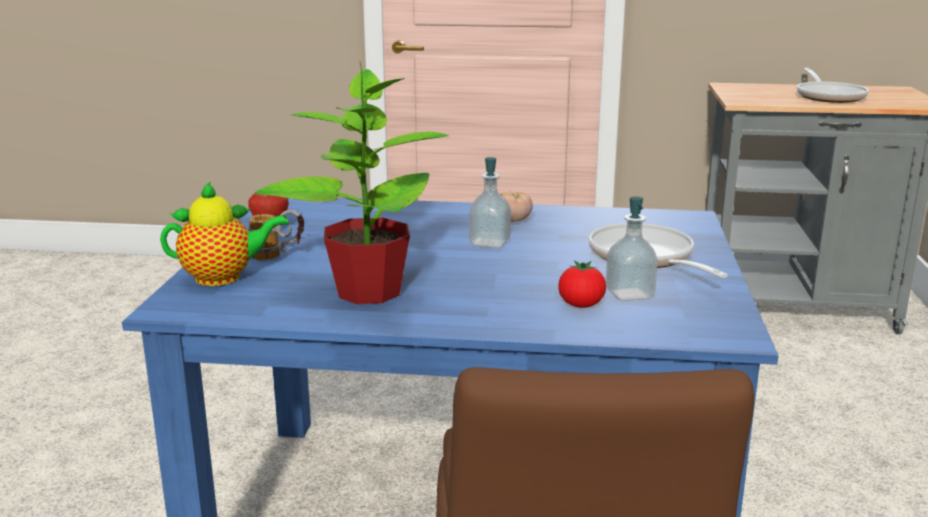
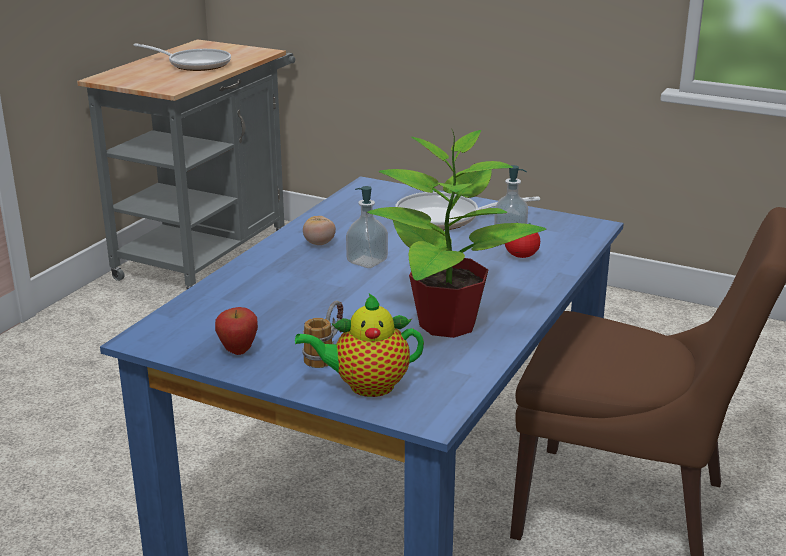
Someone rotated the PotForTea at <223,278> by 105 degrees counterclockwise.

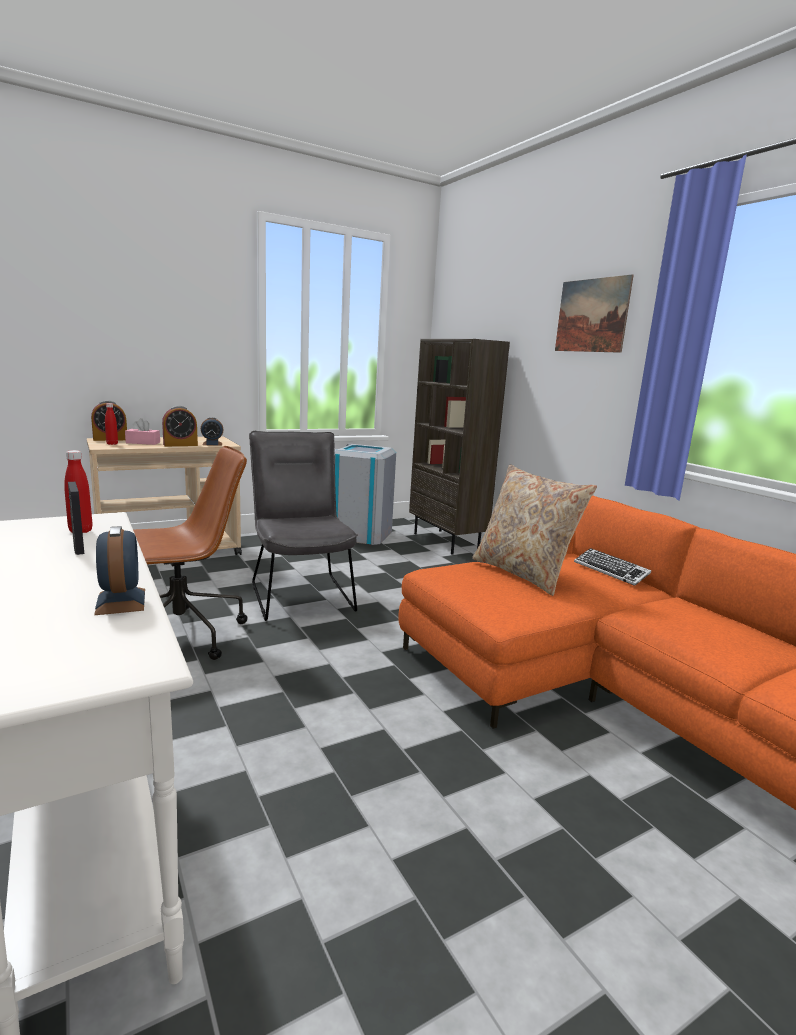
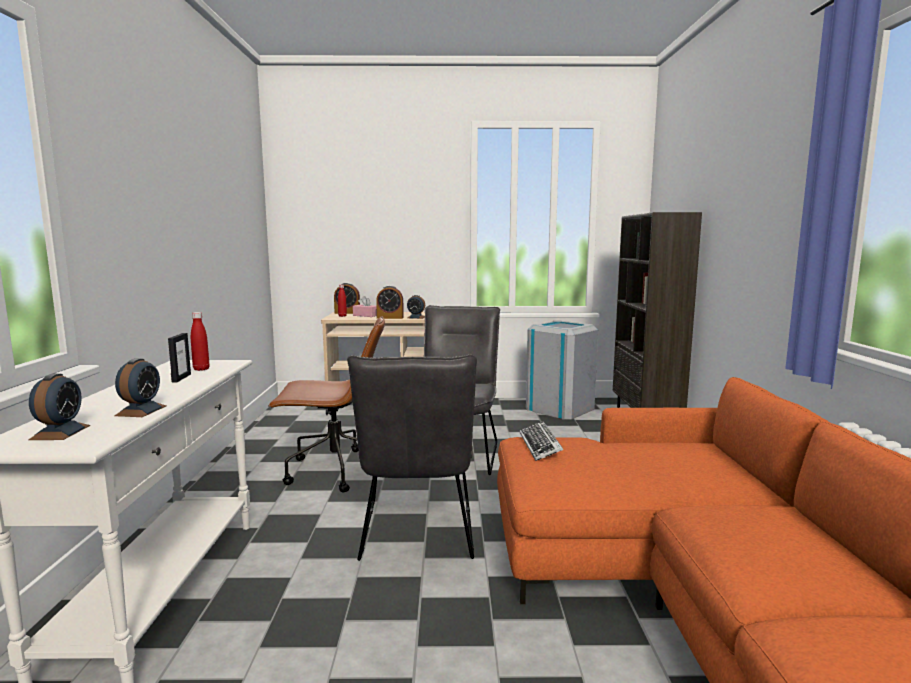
Someone took away the BeigeCushion at <523,573>.
Someone took away the WallArt at <591,315>.
Someone put down the TableClock at <60,432>.
Someone put down the GrayChair at <417,534>.
Someone carried the ComputerKeyboard from <610,571> to <540,445>.

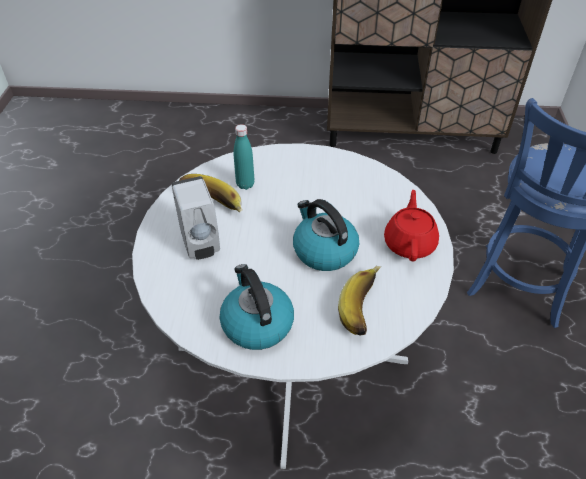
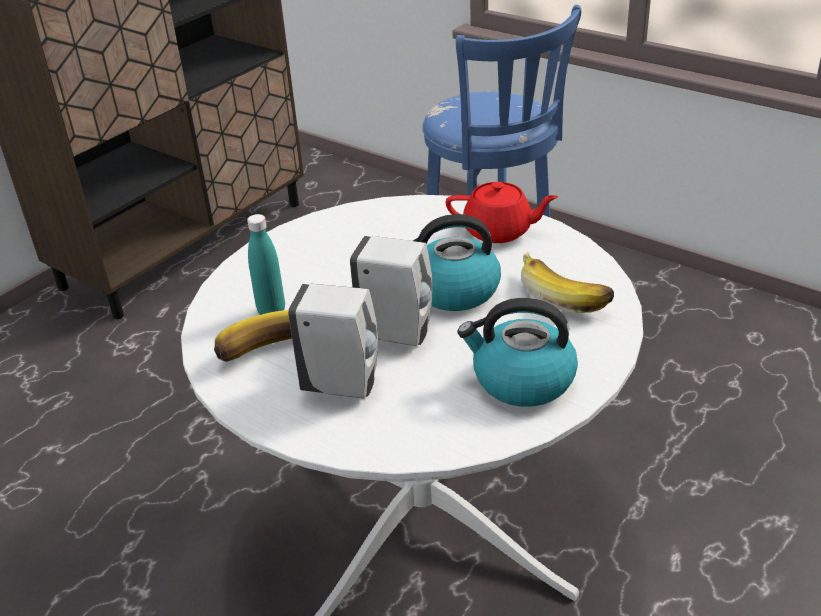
Someone put down the WhiteColouredSoapBottle at <399,334>.
Someone rotated the RedColouredPotForTea at <409,243> by 150 degrees clockwise.

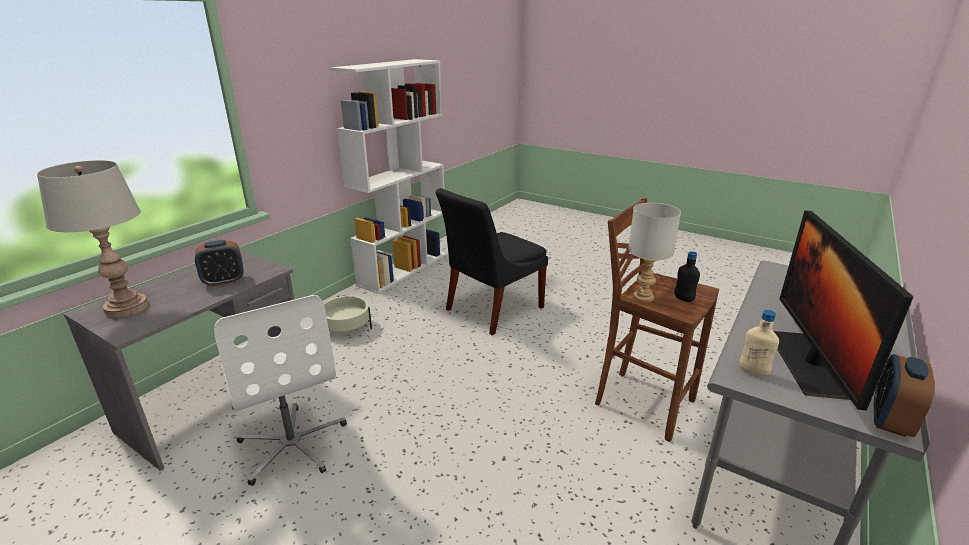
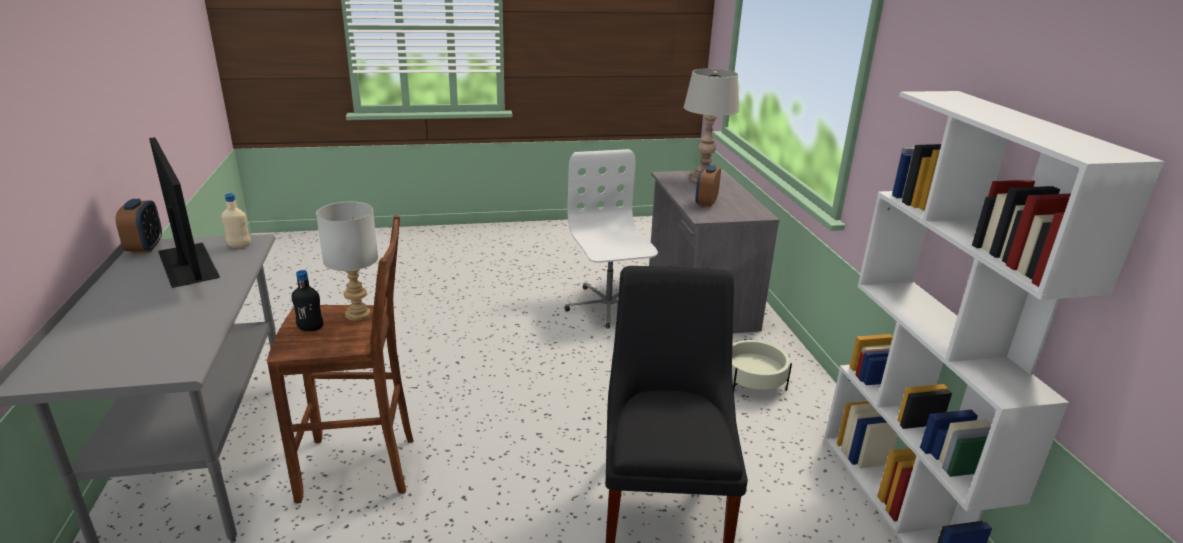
Someone rotated the WhiteColouredOfficeChair at <293,444> by 60 degrees clockwise.

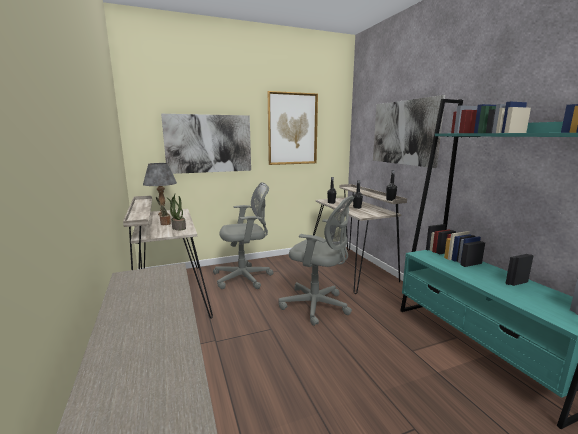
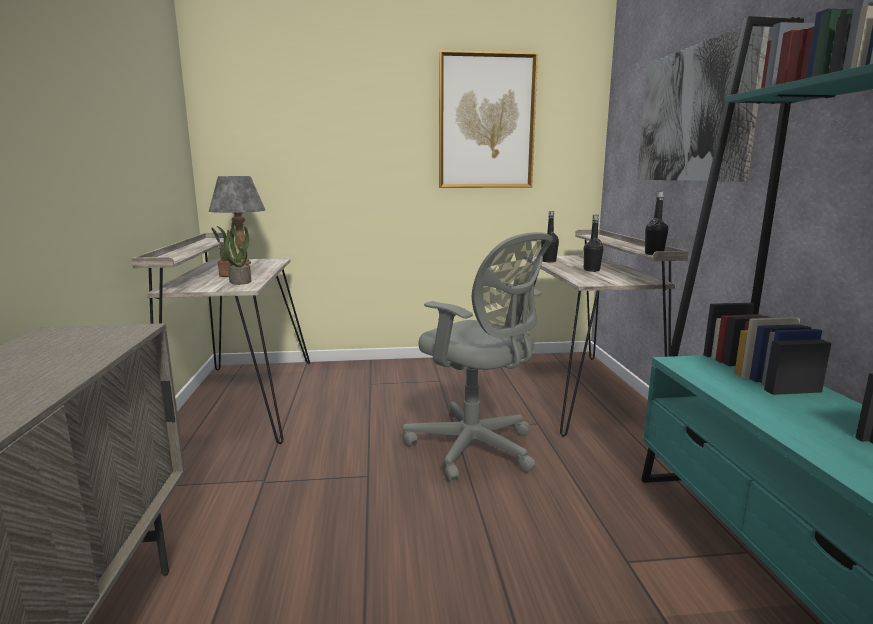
Someone took away the WallArt at <209,143>.
Someone took away the GrayOfficeChair at <245,278>.

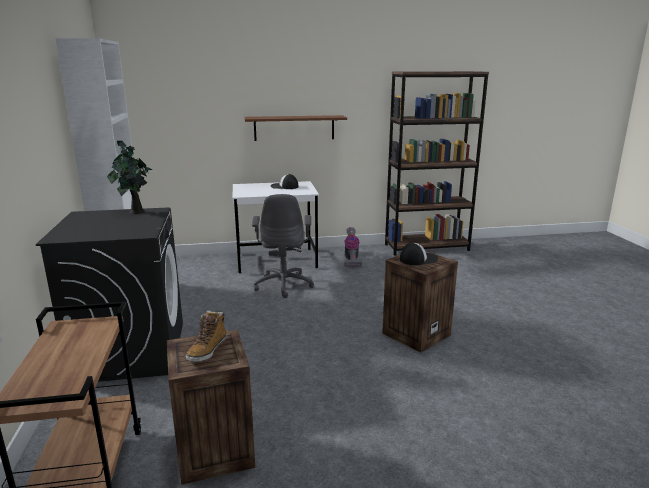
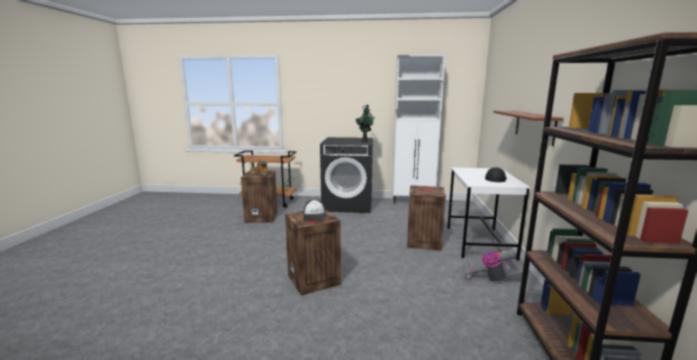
Someone swapped the GrayOfficeChair at <284,284> for the Crate at <423,241>.

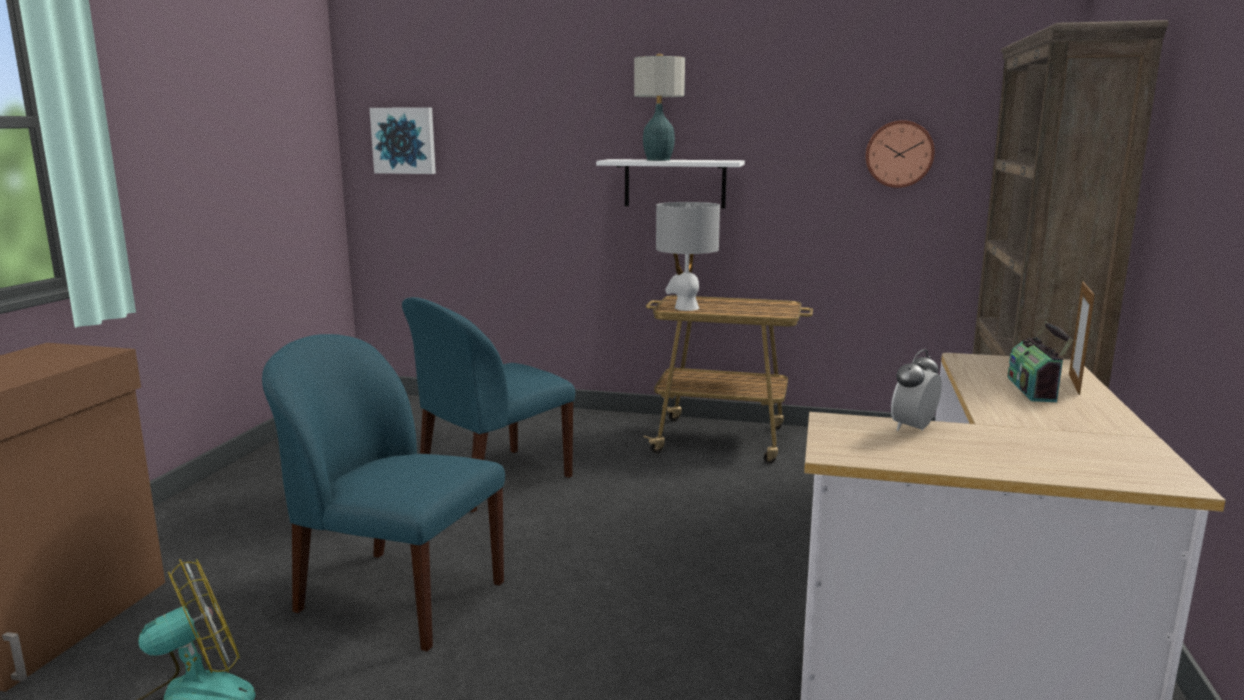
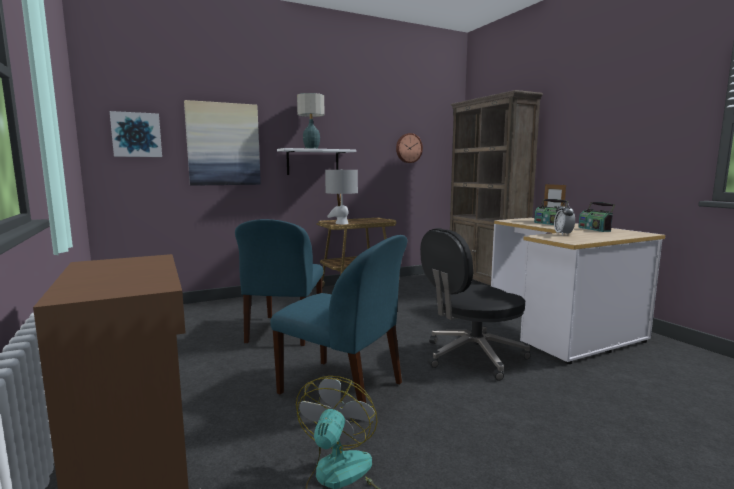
Someone put up the WallArt at <223,144>.
Someone put down the BlackishOfficeChair at <472,356>.
Someone put down the RadioReceiver at <595,229>.
Someone rotated the BlueChair at <397,597> by 135 degrees counterclockwise.

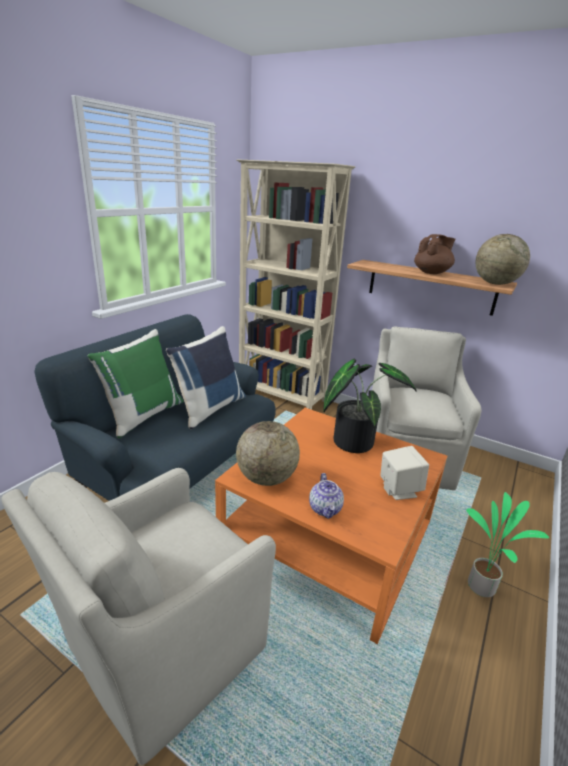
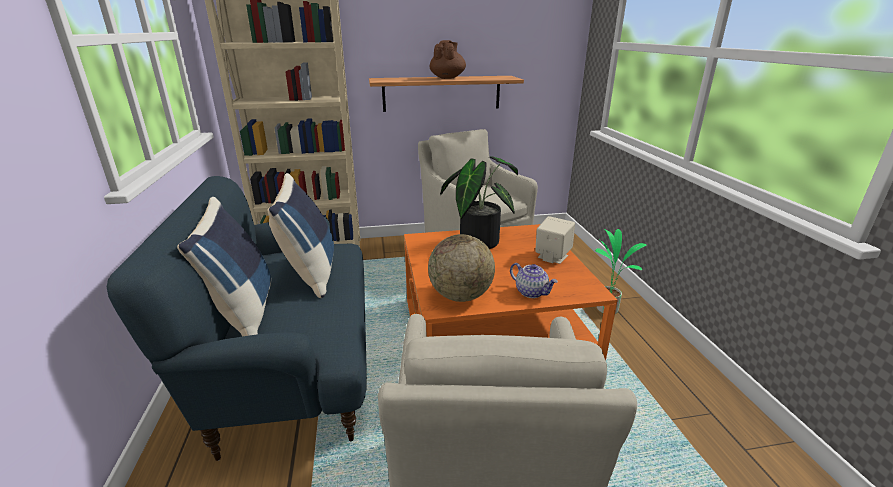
Someone took away the Globe at <495,283>.
Someone repainted the GreenColouredCushion at <143,415>, which became the BlueCushion at <243,311>.

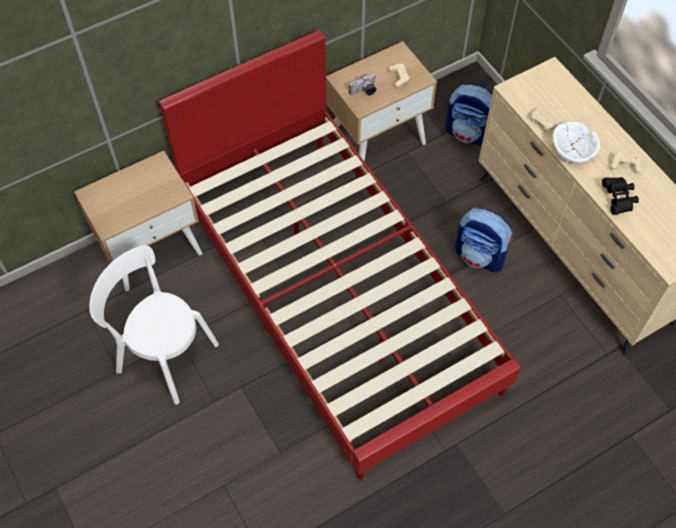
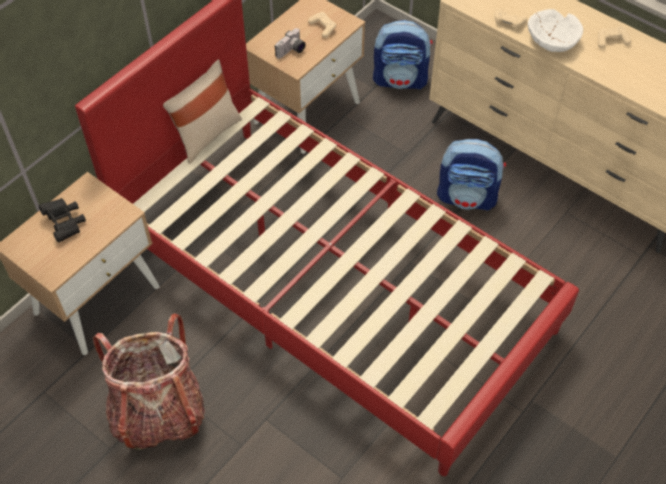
Someone put down the BeigeCushion at <205,134>.
Someone carried the BlackishFieldGlasses from <618,199> to <65,223>.
Someone swapped the WhiteColouredChair at <163,355> for the Rucksack at <158,413>.

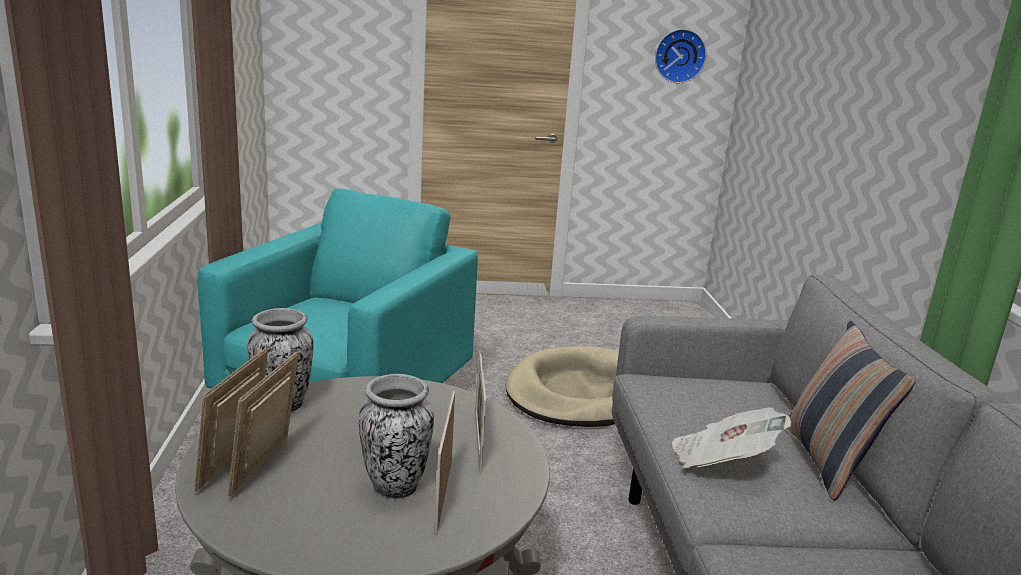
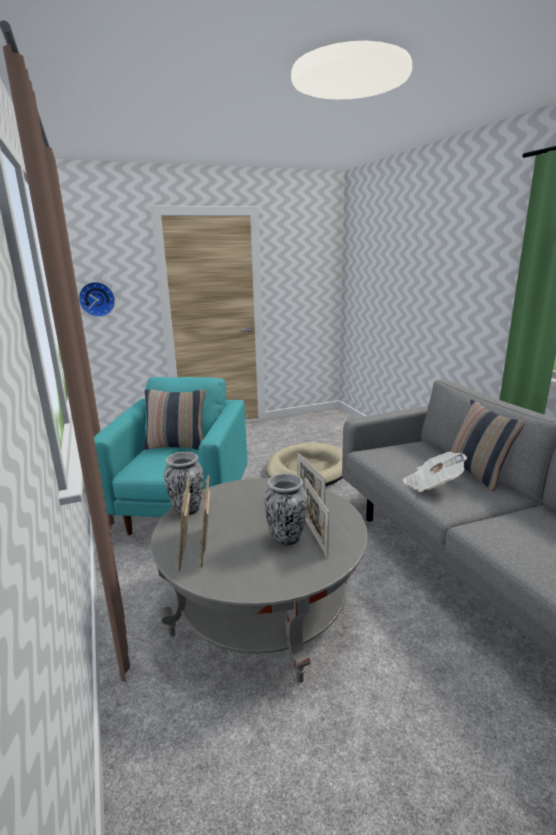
Someone put down the Cushion at <177,446>.
Someone carried the WallClock from <679,56> to <97,299>.

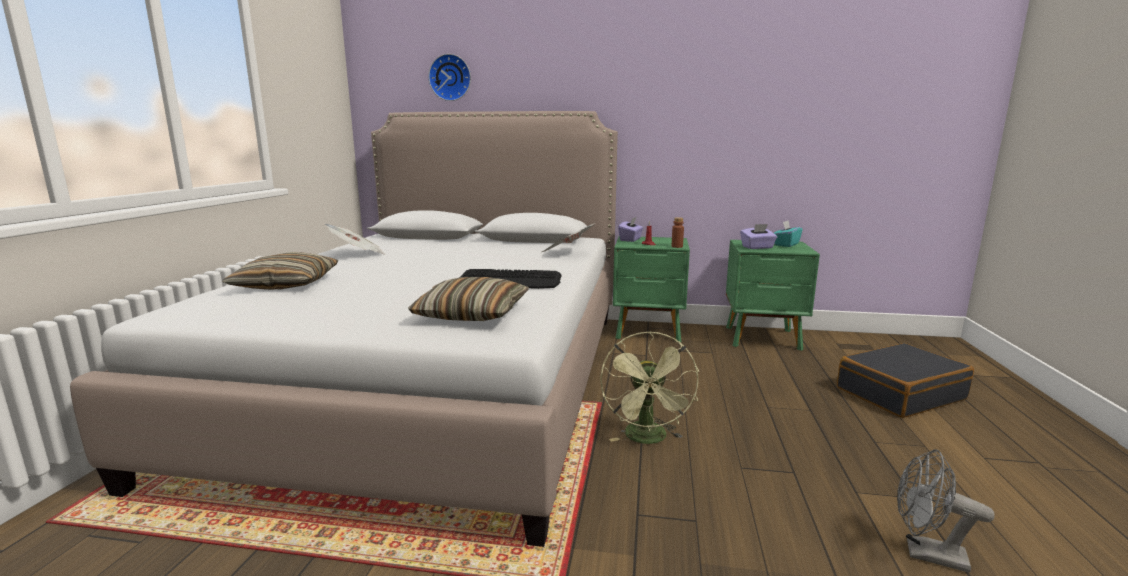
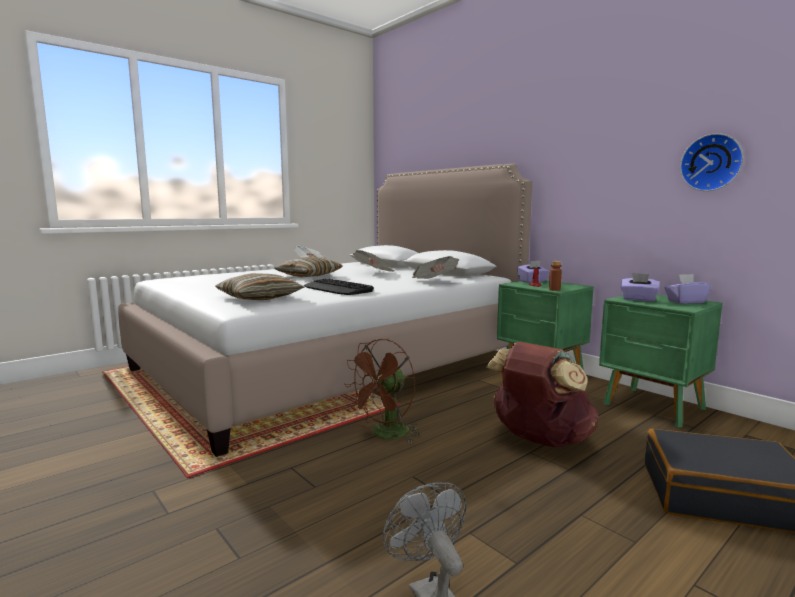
Someone put down the Newspaper at <374,273>.
Someone put down the BrownRucksack at <539,440>.
Someone carried the Cushion from <286,284> to <309,275>.
Someone carried the WallClock from <450,78> to <712,163>.
Someone repainted the GreenColouredCoolingFan at <648,439>, which became the BrownCoolingFan at <385,435>.
Someone repainted the TurquoiseColouredBoxOfTissues at <786,244>, which became the PurpleBoxOfTissues at <685,301>.

